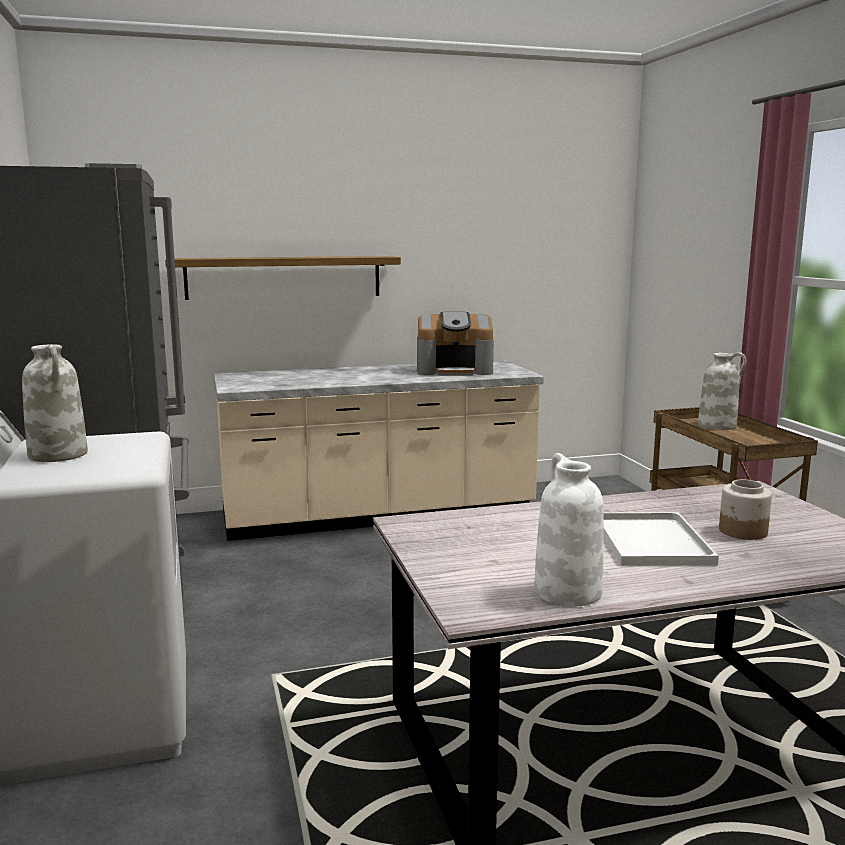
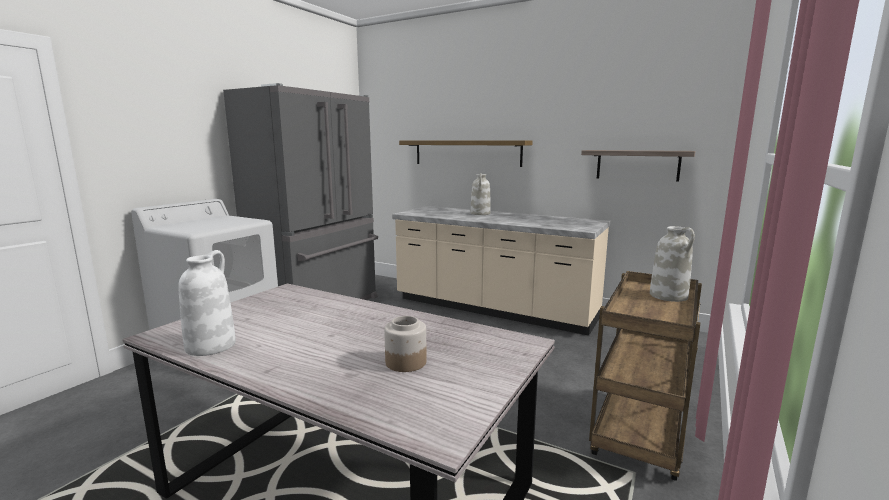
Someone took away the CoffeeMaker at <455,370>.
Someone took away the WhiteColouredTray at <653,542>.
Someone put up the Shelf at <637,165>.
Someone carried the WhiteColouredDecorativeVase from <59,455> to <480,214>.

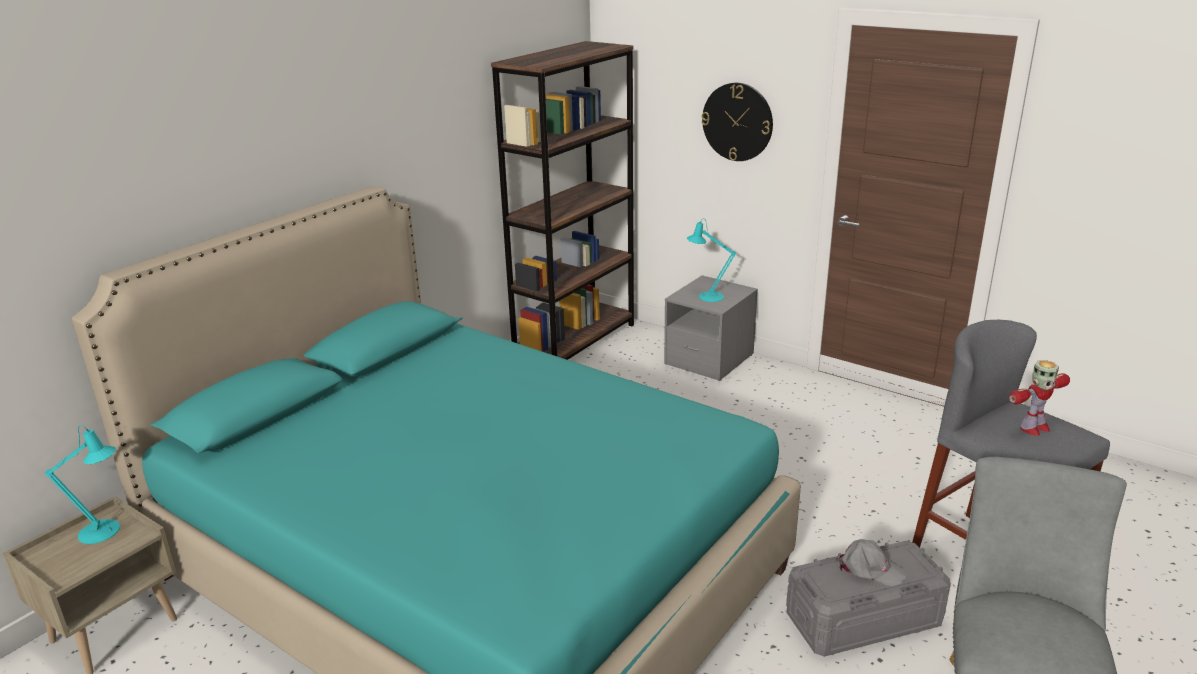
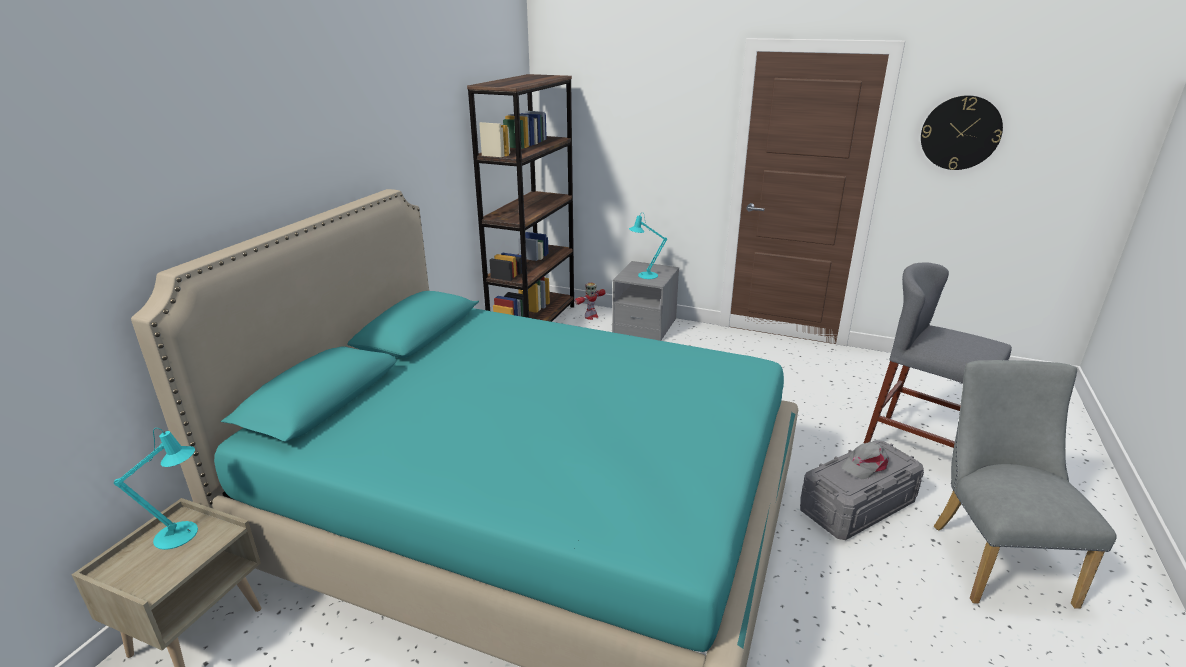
Someone carried the WallClock from <737,122> to <960,133>.
Someone carried the ToyRobot from <1033,428> to <591,317>.
Someone rotated the GrayBaseballCap at <870,569> by 135 degrees clockwise.

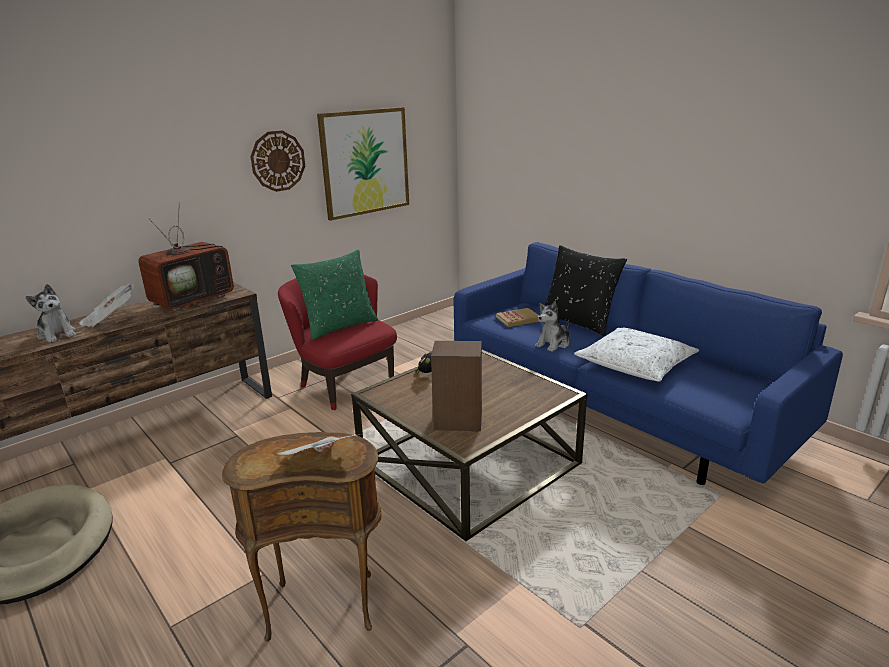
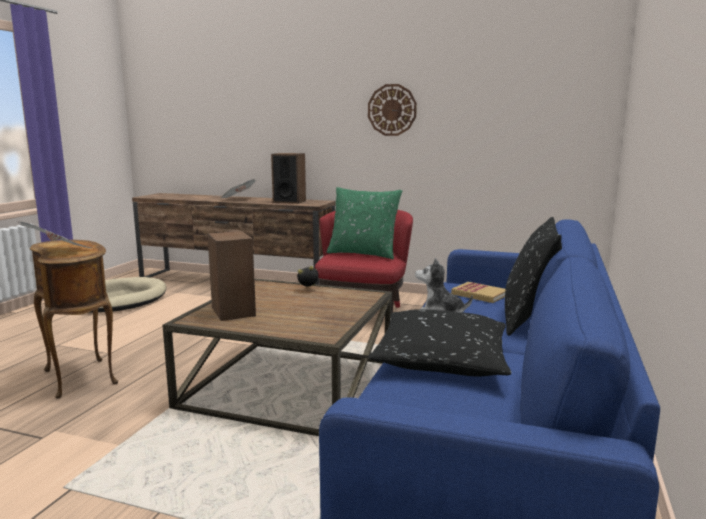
Someone took away the CuddlyToy at <57,334>.
Someone took away the WallArt at <365,162>.
Someone swapped the Tv at <193,299> for the Speaker at <289,201>.
Someone repainted the WhiteColouredCushion at <635,365>, which became the BlackishCushion at <442,358>.

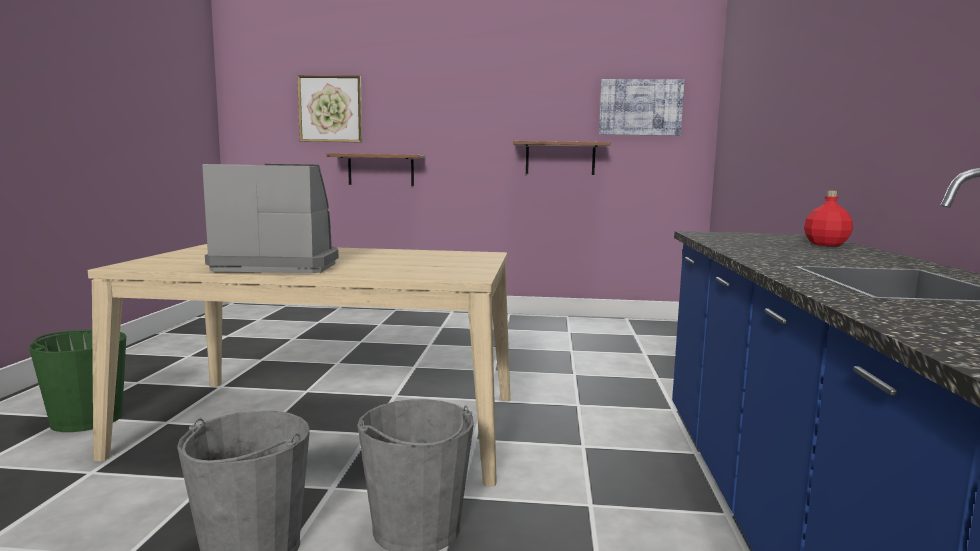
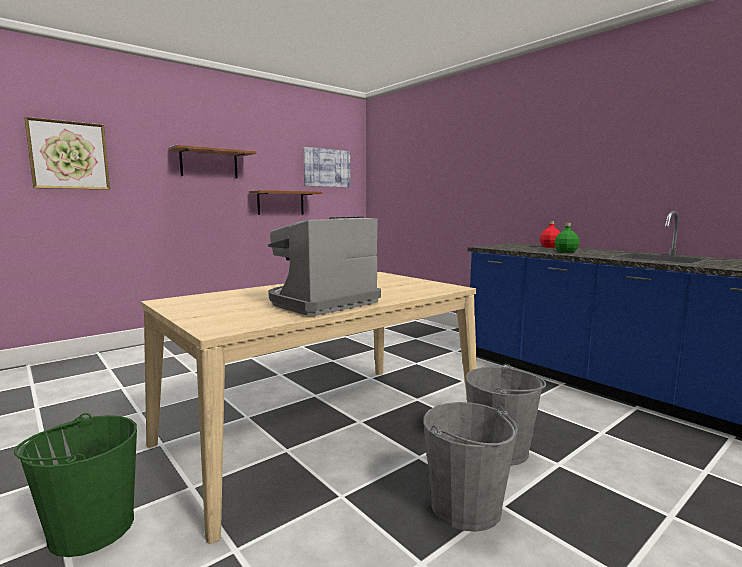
Someone put down the GreenColouredBeverageBottle at <565,252>.
Someone carried the Shelf from <381,170> to <209,164>.

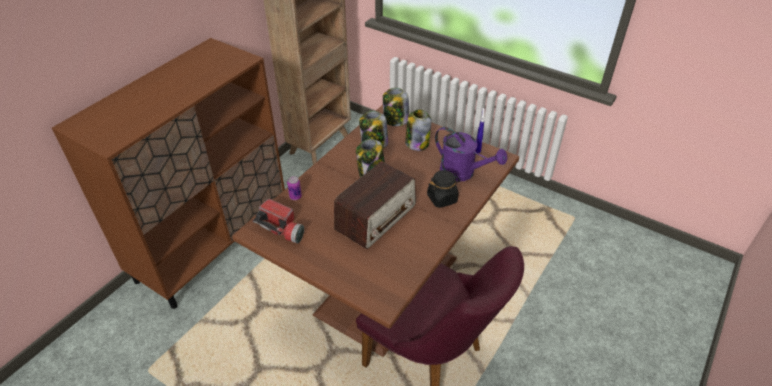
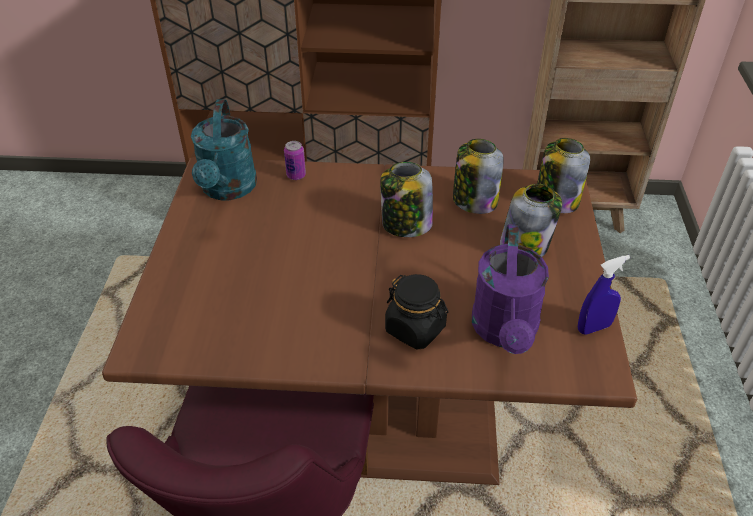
Someone took away the RadioReceiver at <376,217>.
Someone swapped the Torch at <282,228> for the TurquoiseColouredWateringPot at <228,190>.

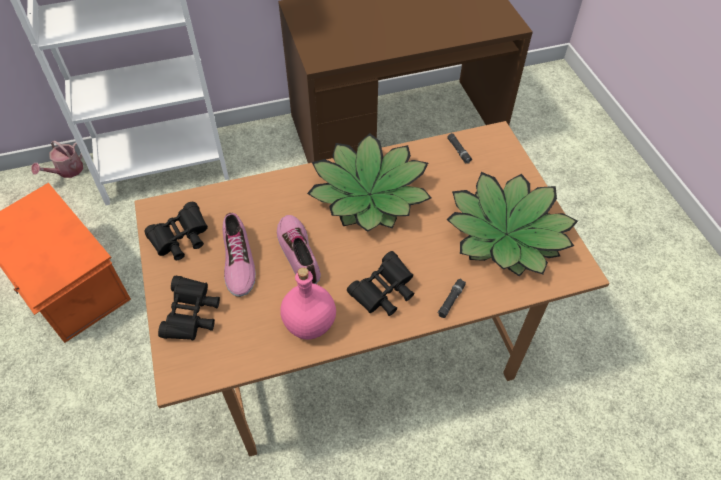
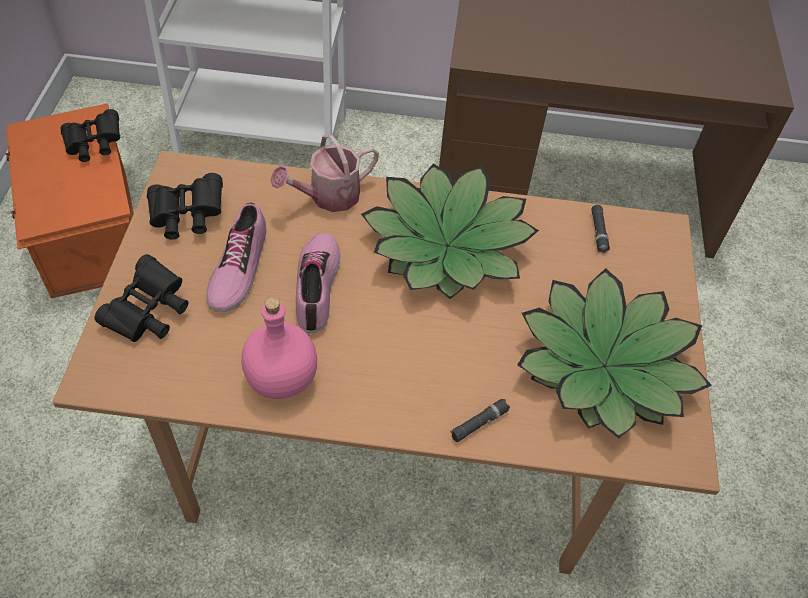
Someone carried the WateringPot from <67,171> to <328,197>.
Someone carried the BlackishFieldGlasses from <383,293> to <94,145>.

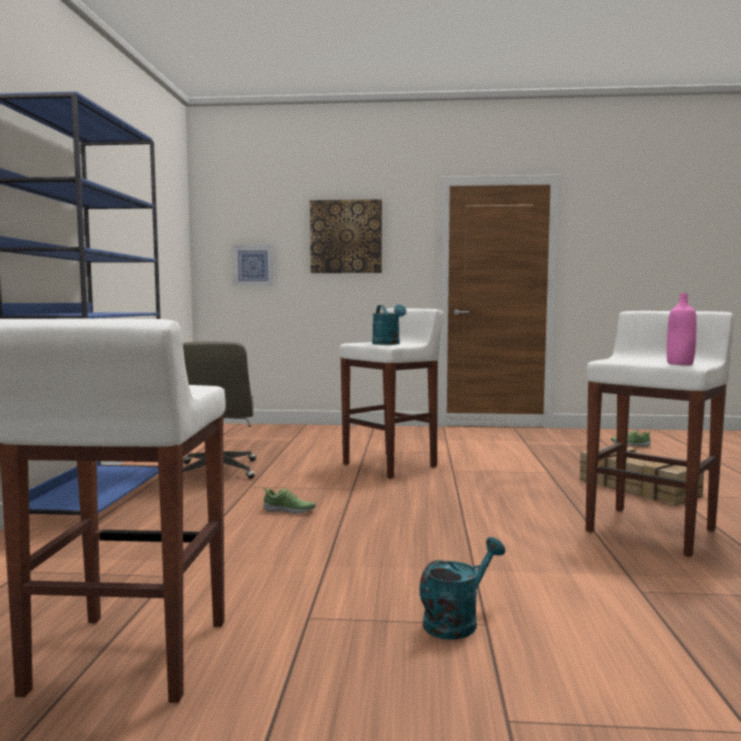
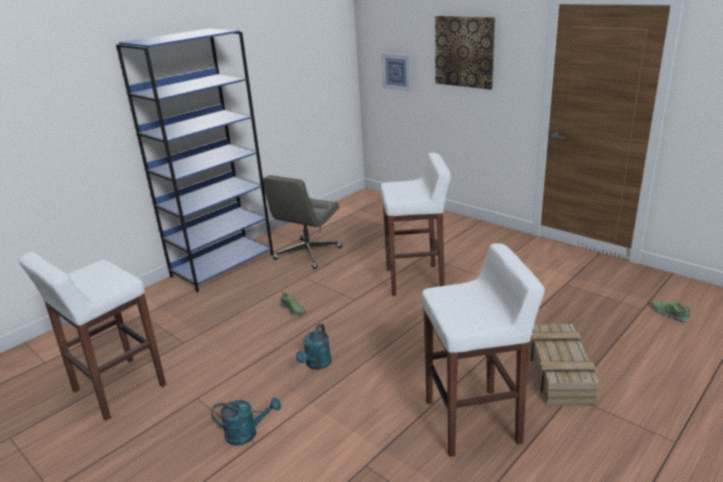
Someone took away the PinkBeverageBottle at <680,364>.
Someone carried the TurquoiseColouredWateringPot from <388,344> to <316,364>.

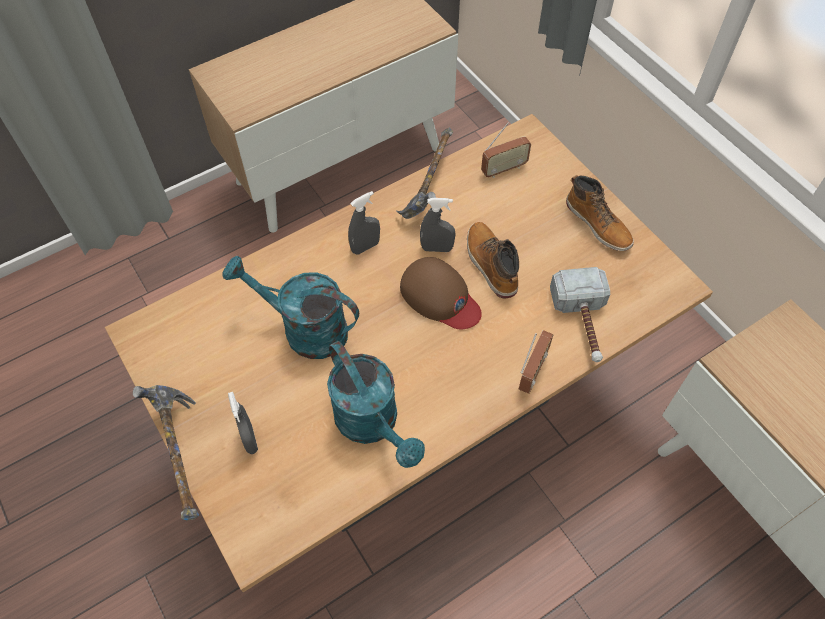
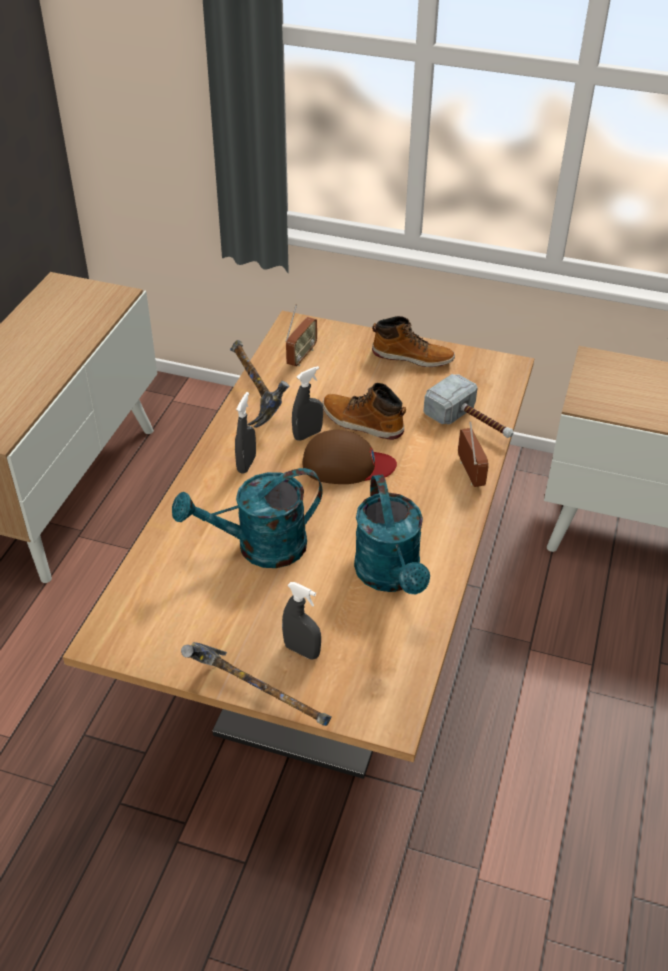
Someone rotated the TurquoiseColouredWateringPot at <373,424> by 60 degrees clockwise.

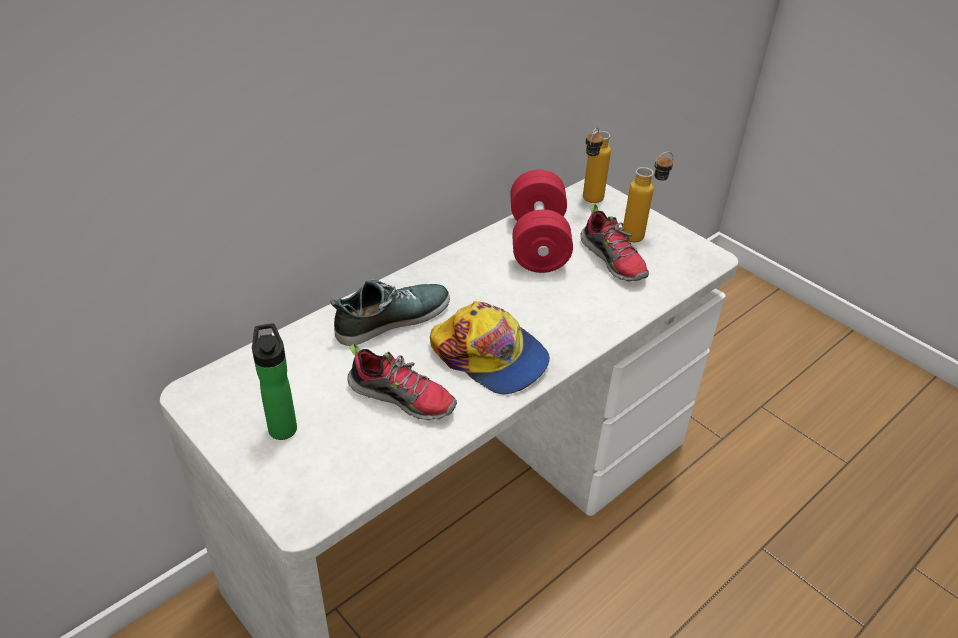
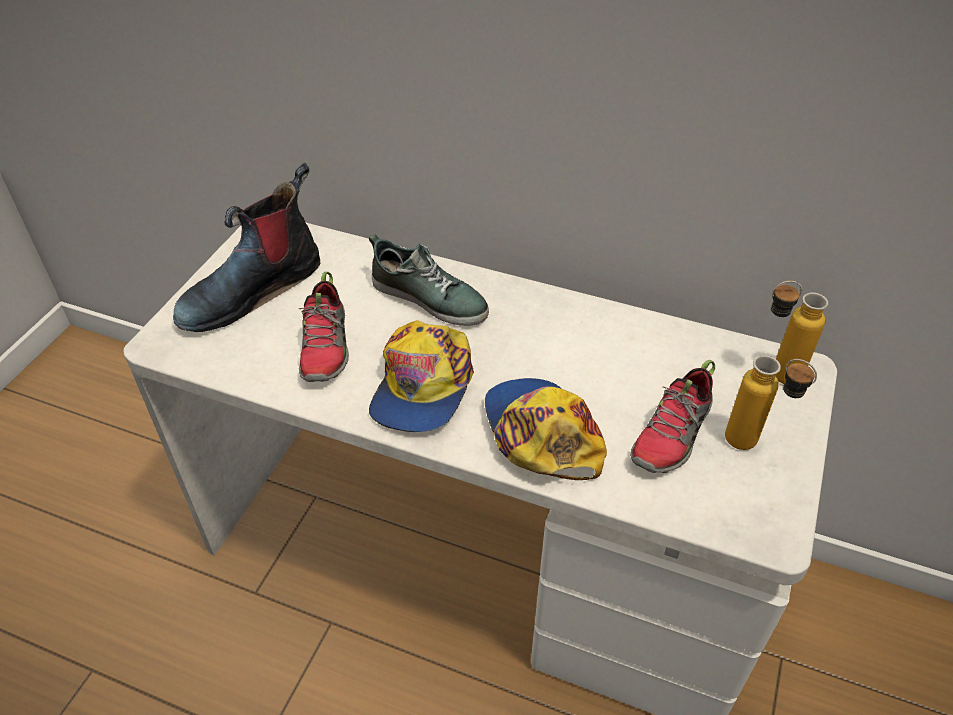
Someone took away the RedColouredFreeWeight at <538,243>.
Someone put down the BaseballCap at <541,434>.
Someone swapped the BeverageBottle at <282,426> for the HighTopBoot at <252,290>.

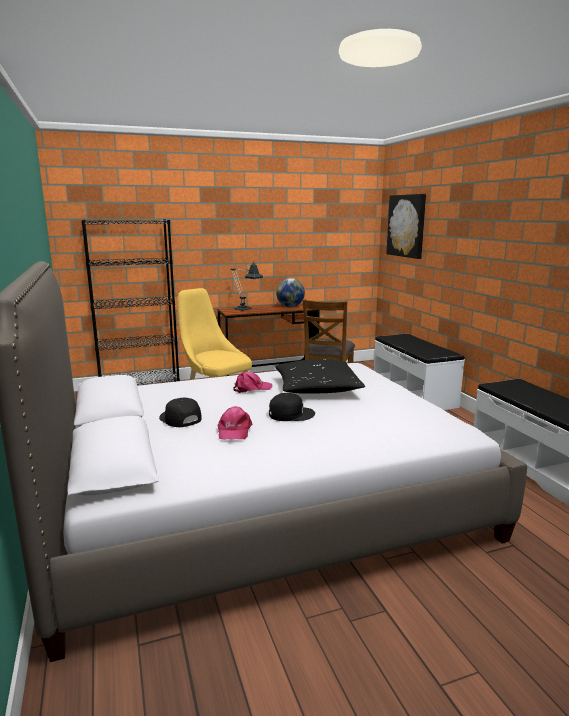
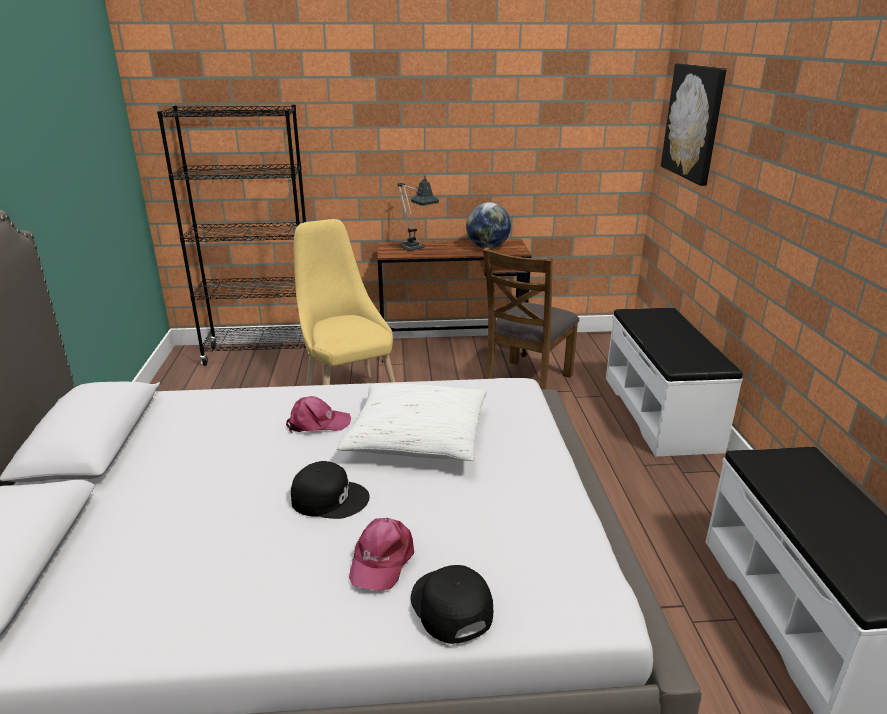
Someone carried the BlackishBaseballCap from <179,418> to <450,606>.
Someone carried the PinkBaseballCap from <234,430> to <381,559>.
Someone repainted the BlackishCushion at <317,388>, which became the WhiteColouredCushion at <417,437>.

